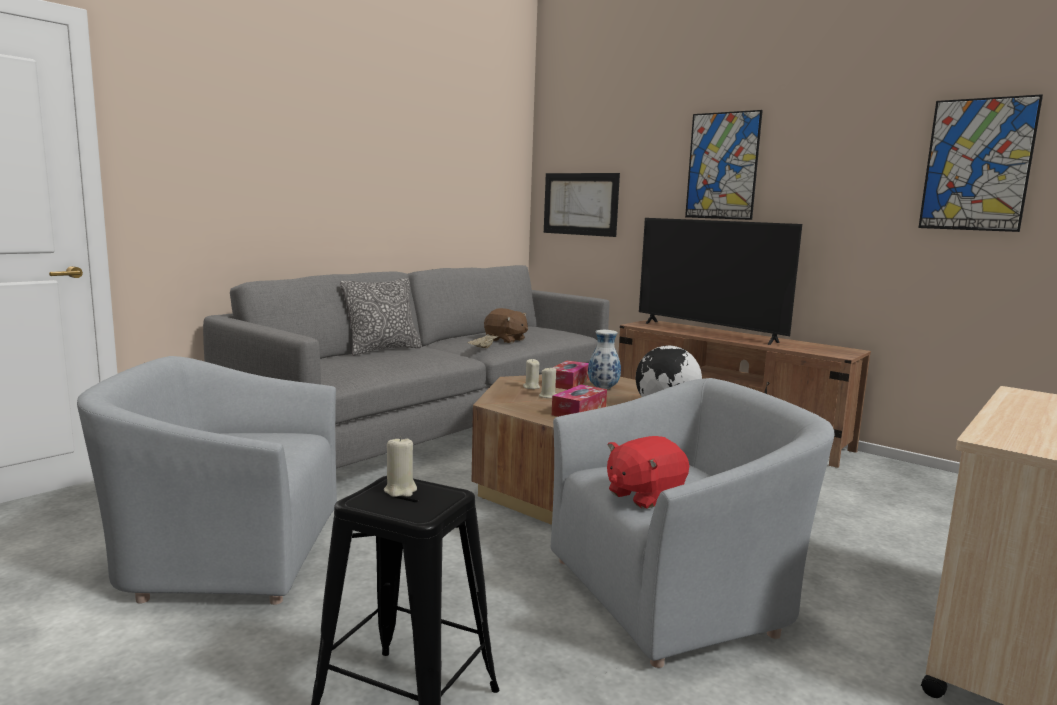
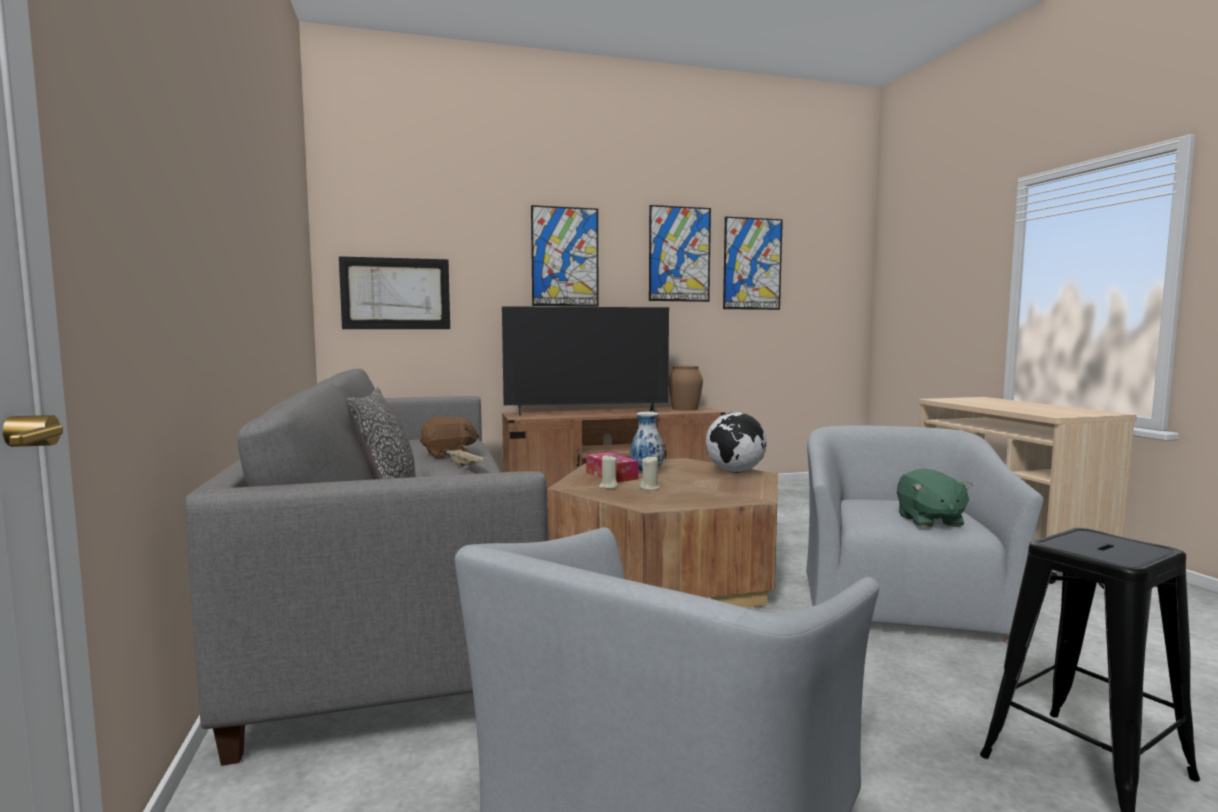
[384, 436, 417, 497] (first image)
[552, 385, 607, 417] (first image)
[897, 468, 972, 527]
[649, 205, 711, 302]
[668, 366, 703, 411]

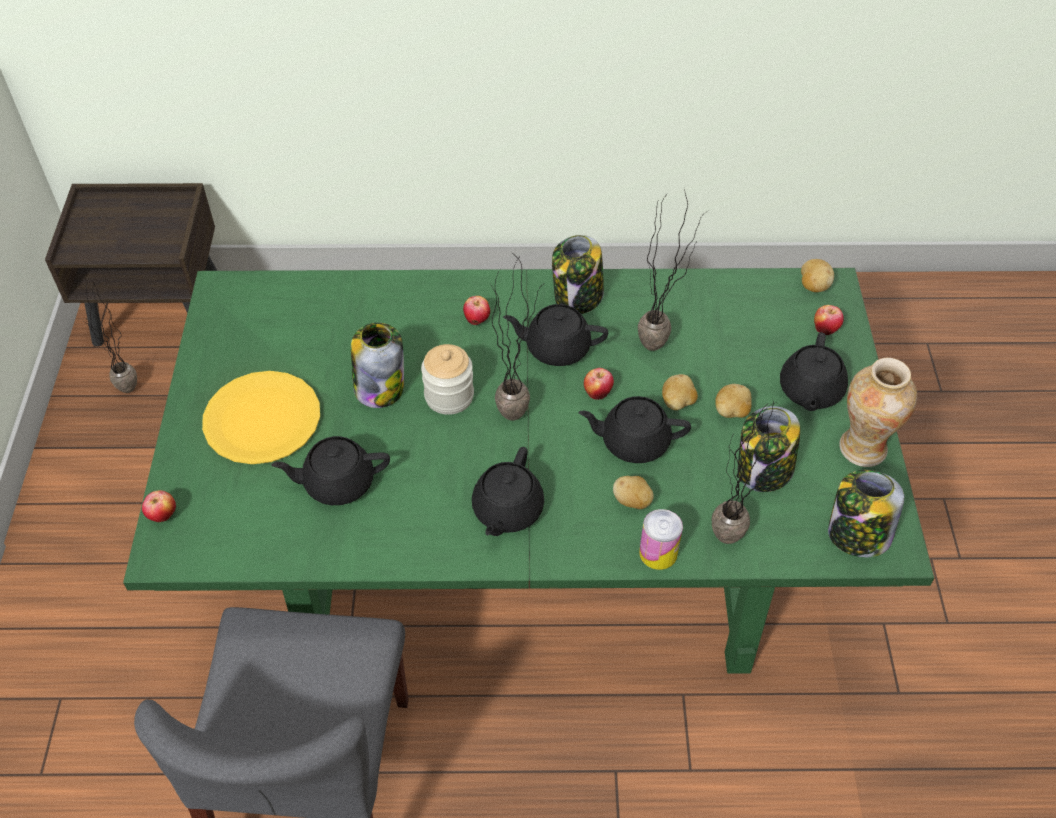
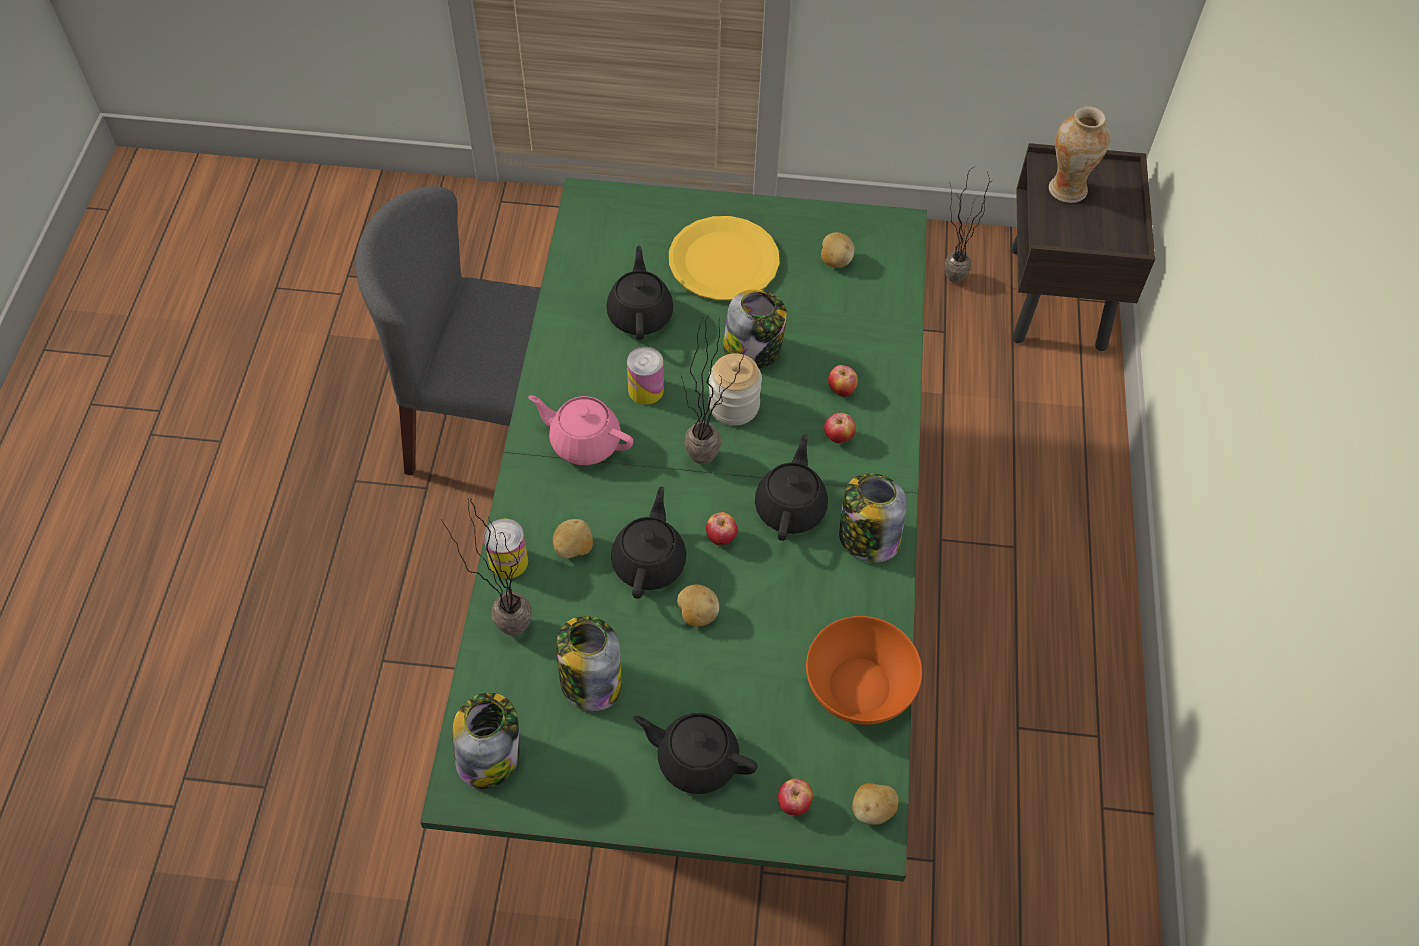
[828, 365, 858, 397]
[528, 395, 634, 465]
[638, 189, 708, 351] (first image)
[821, 232, 855, 268]
[1049, 106, 1110, 203]
[627, 347, 664, 405]
[806, 616, 922, 725]

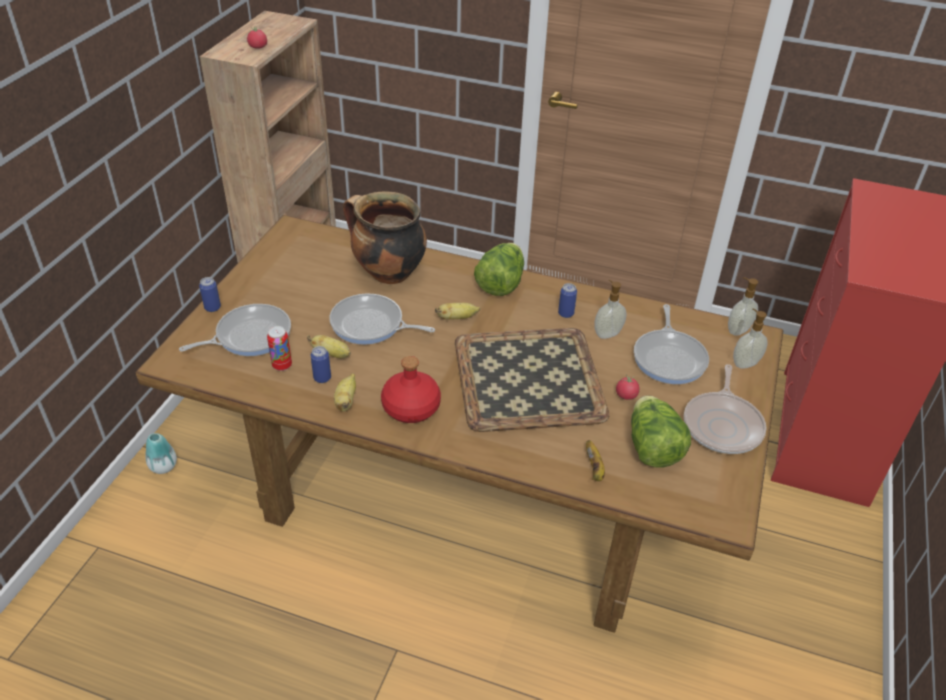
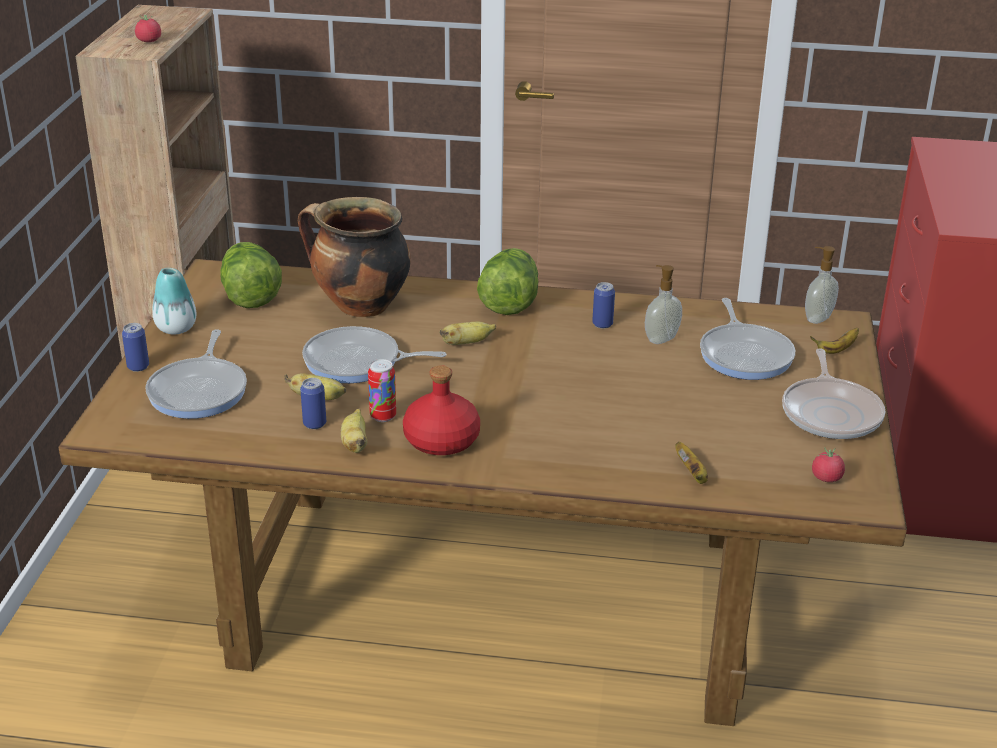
[152, 268, 196, 334]
[145, 329, 247, 419]
[368, 359, 396, 422]
[455, 328, 609, 432] (first image)
[812, 447, 845, 482]
[220, 242, 282, 308]
[810, 328, 859, 354]

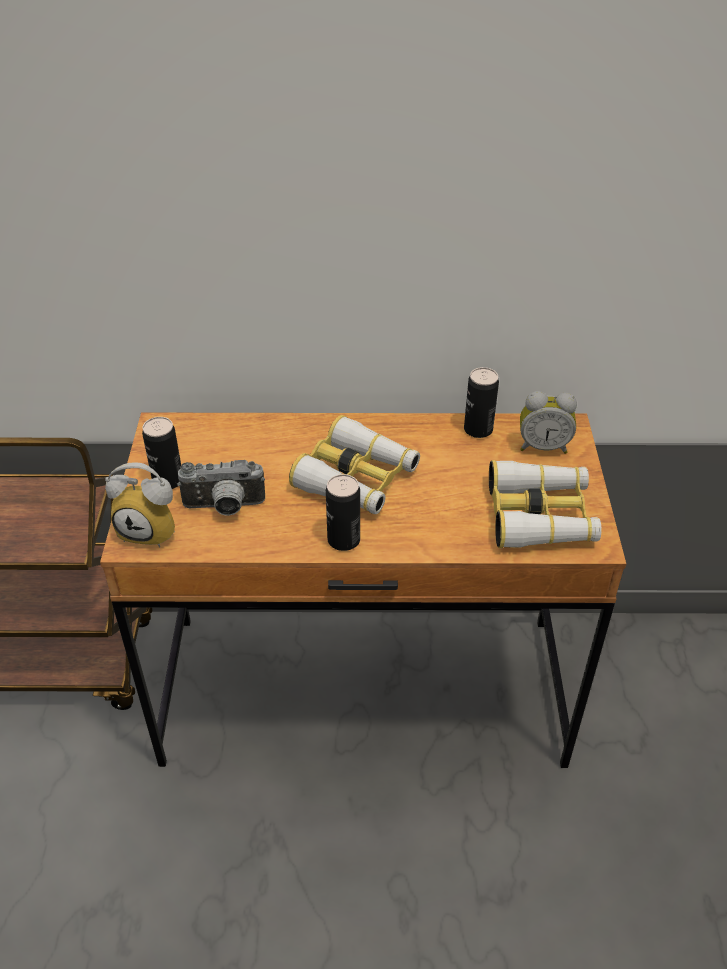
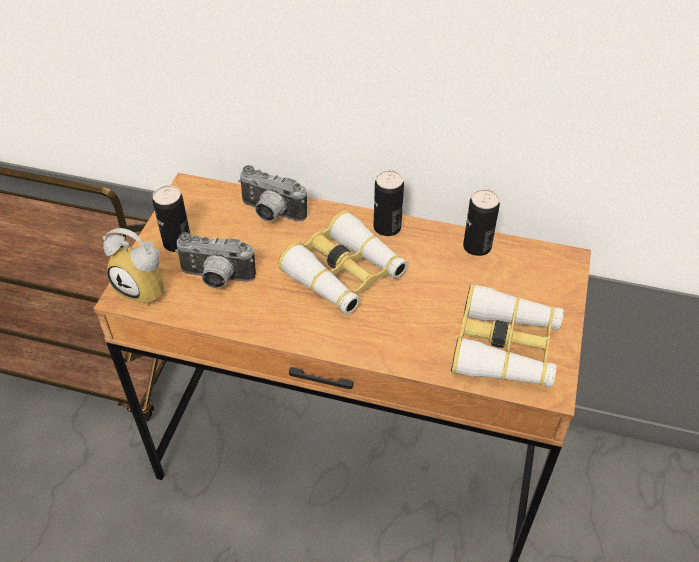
[373, 170, 404, 236]
[520, 391, 577, 454] (first image)
[238, 165, 307, 222]

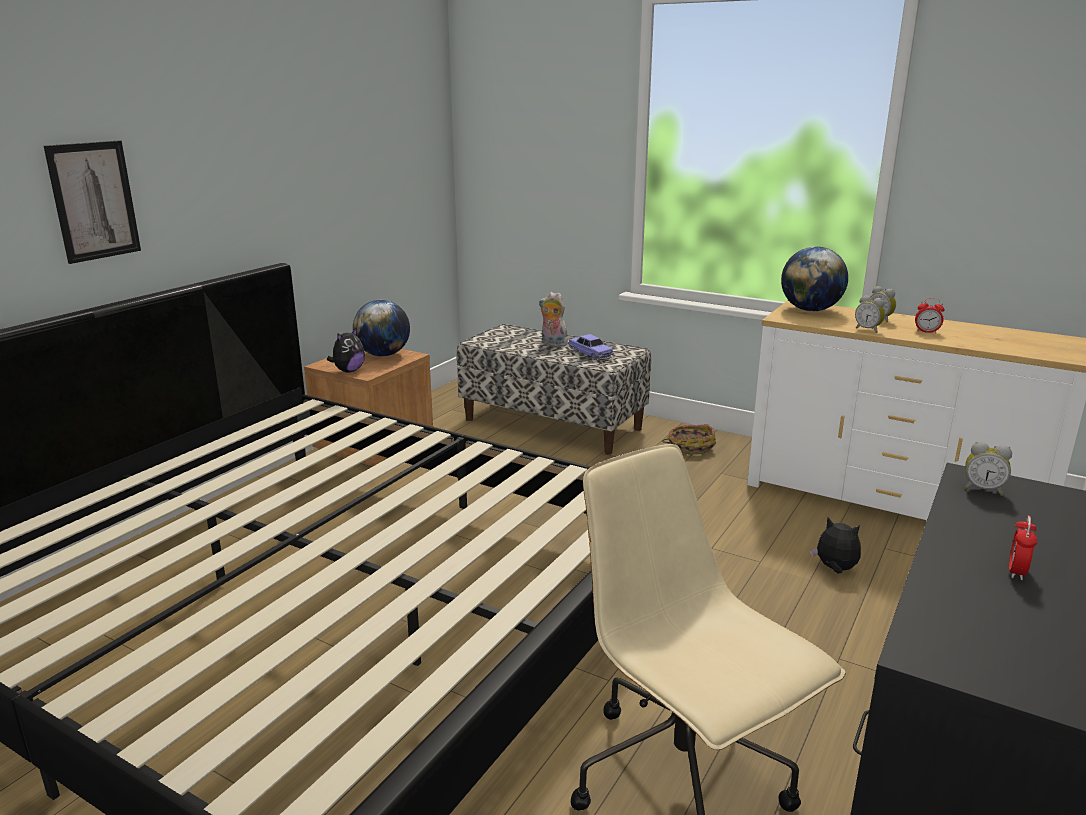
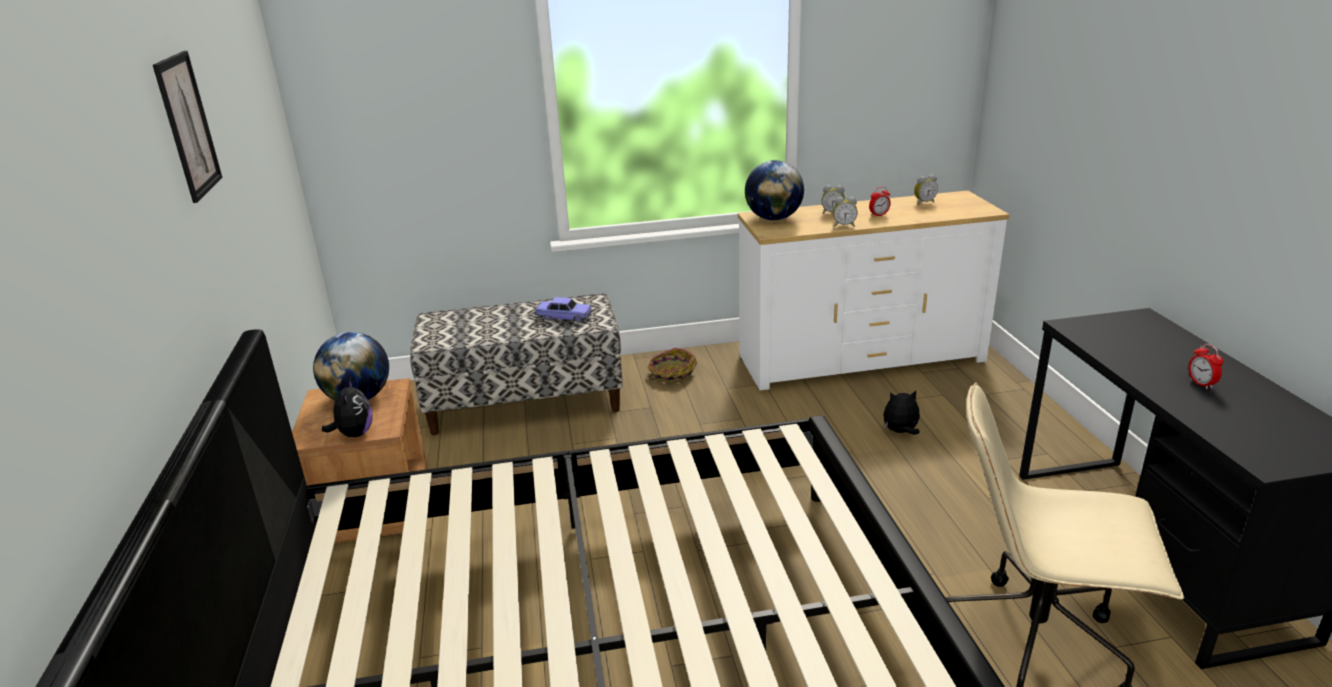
[153, 51, 223, 203]
[539, 292, 568, 347] (first image)
[914, 175, 938, 205]

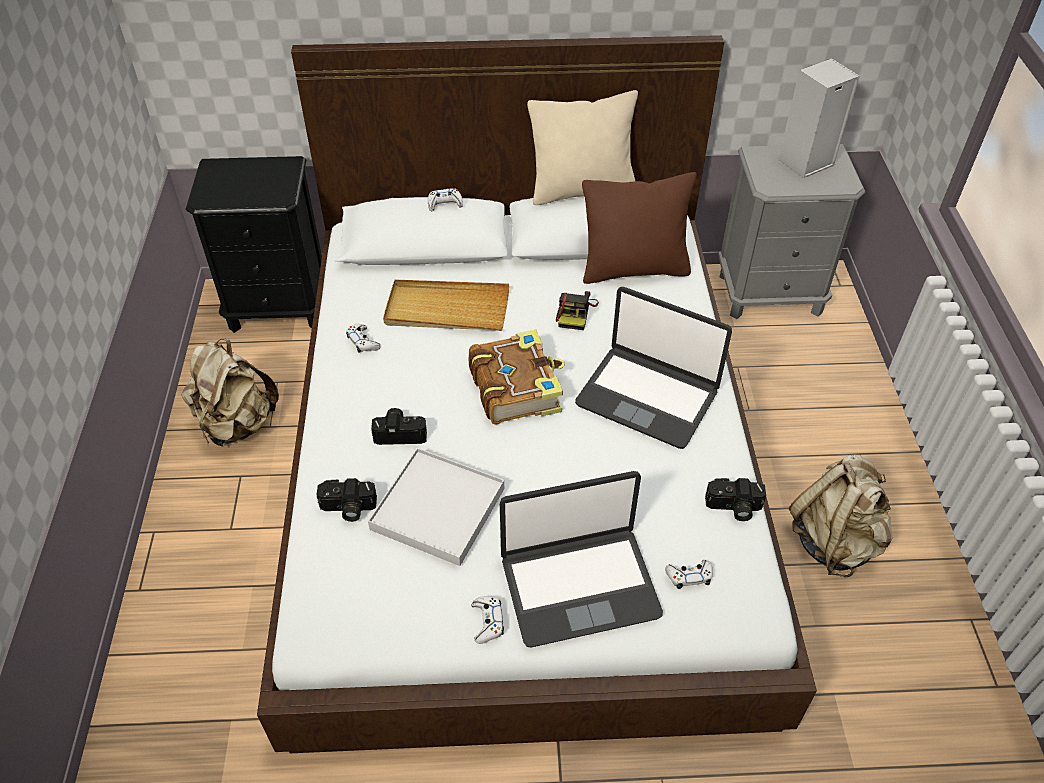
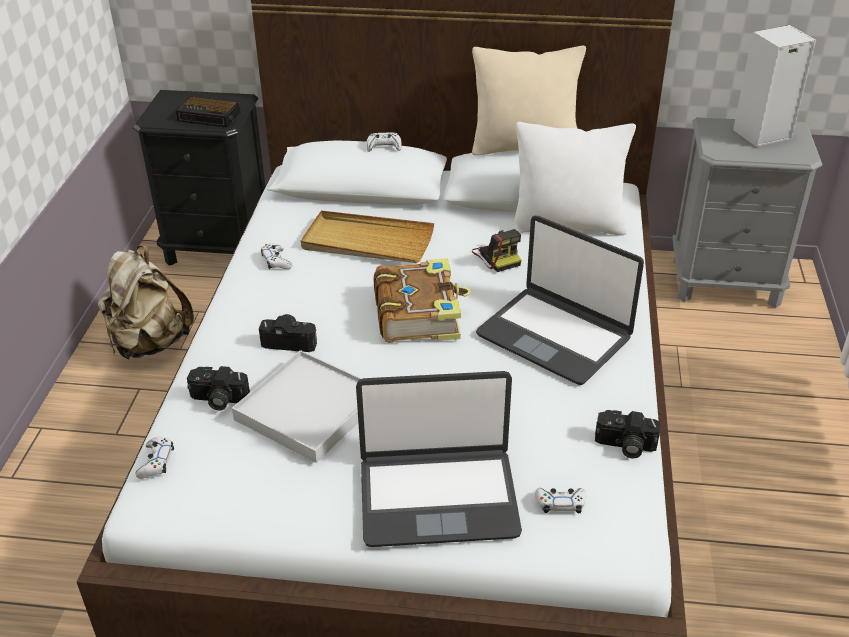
[135, 437, 174, 479]
[472, 229, 521, 272]
[512, 122, 636, 235]
[789, 455, 893, 578] (first image)
[176, 96, 240, 127]

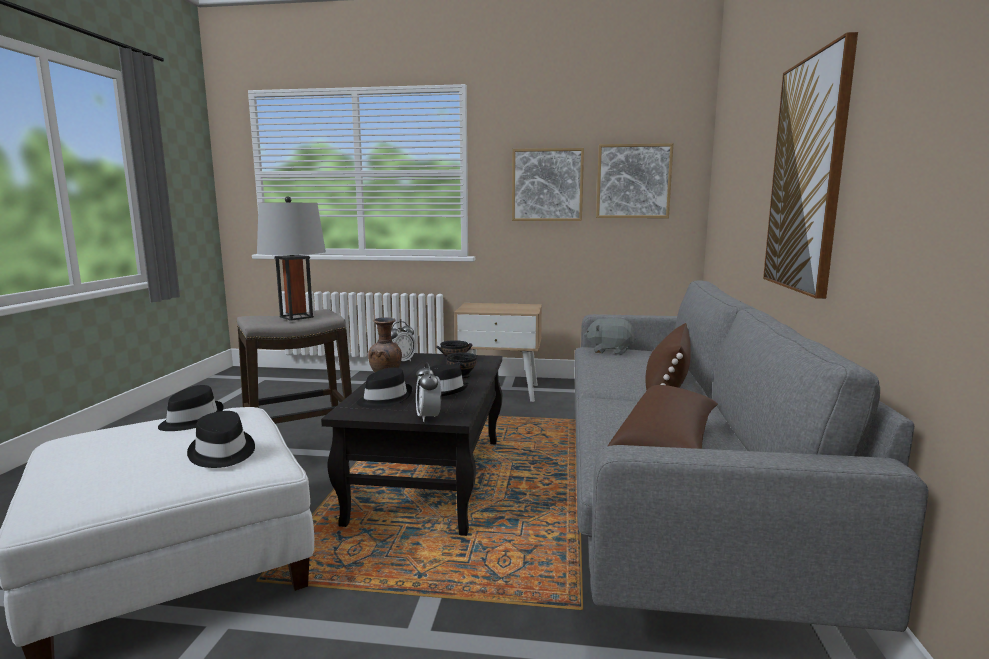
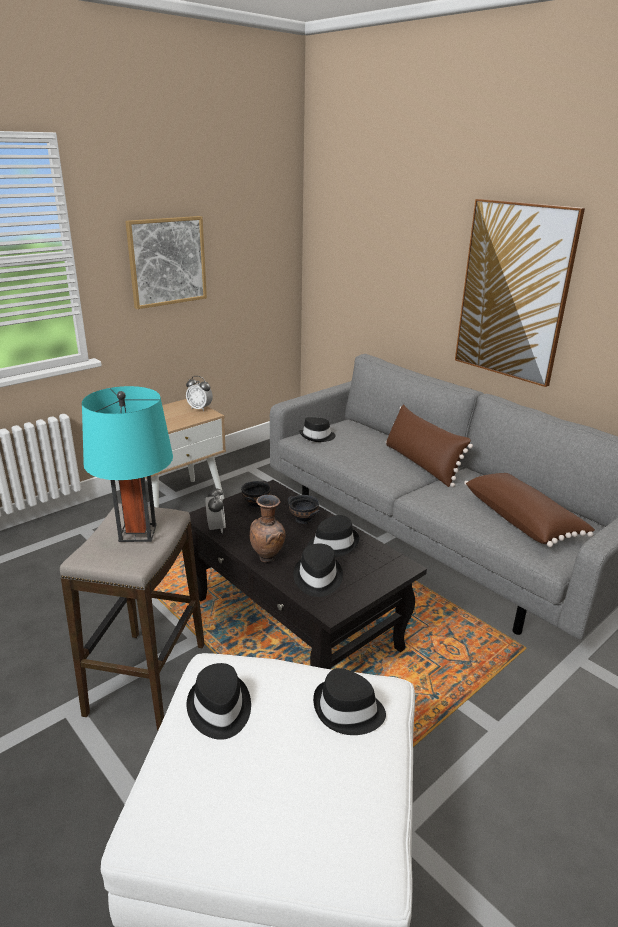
[82, 386, 173, 542]
[186, 376, 213, 411]
[299, 417, 335, 442]
[596, 143, 673, 218] (first image)

